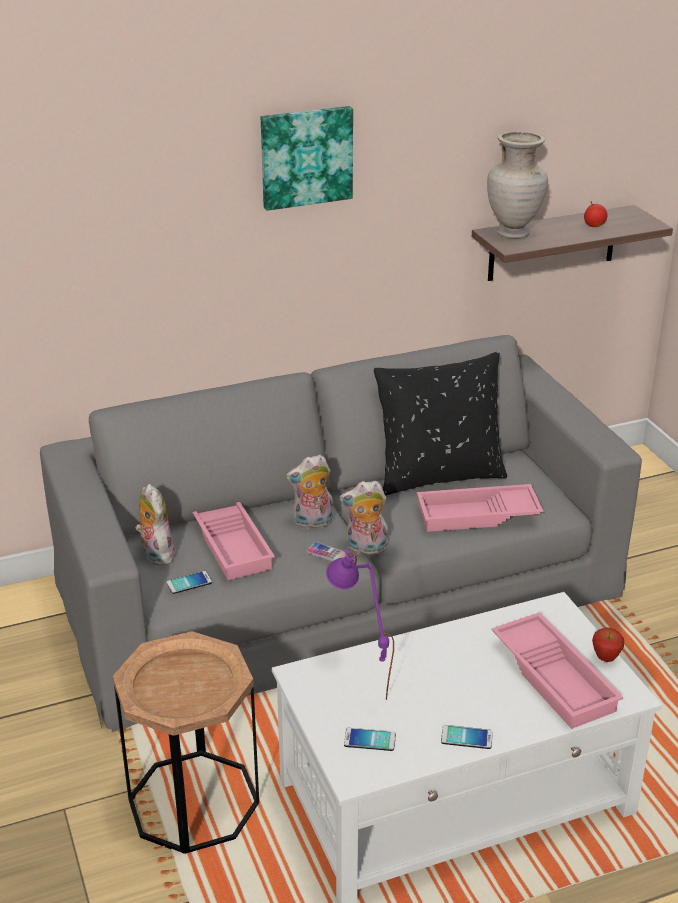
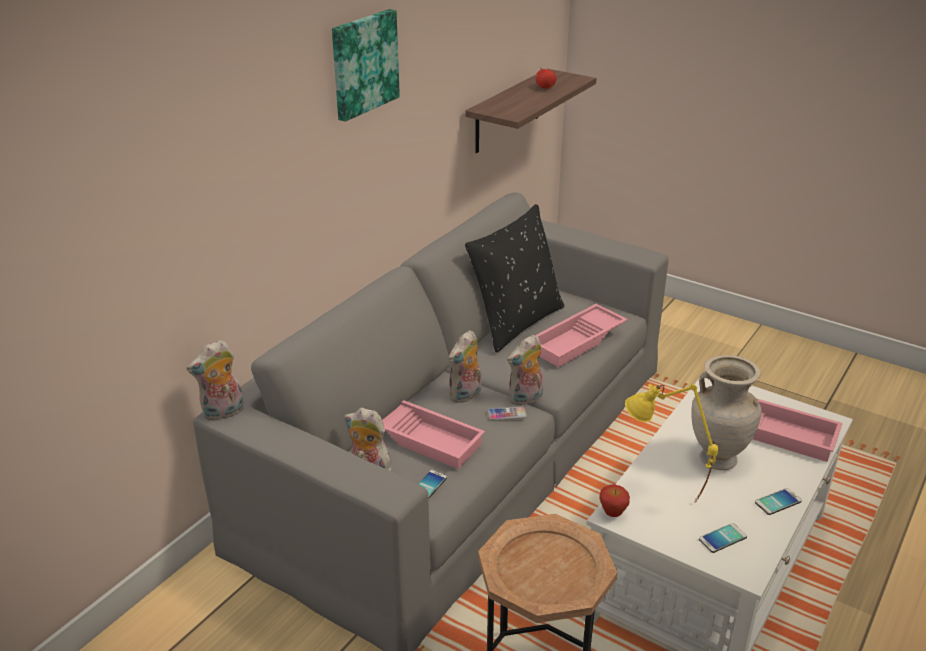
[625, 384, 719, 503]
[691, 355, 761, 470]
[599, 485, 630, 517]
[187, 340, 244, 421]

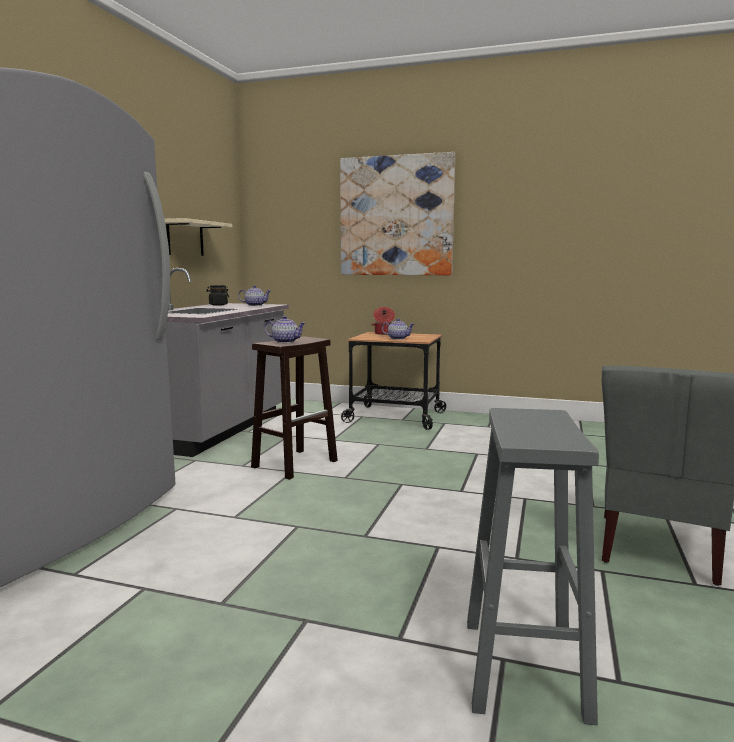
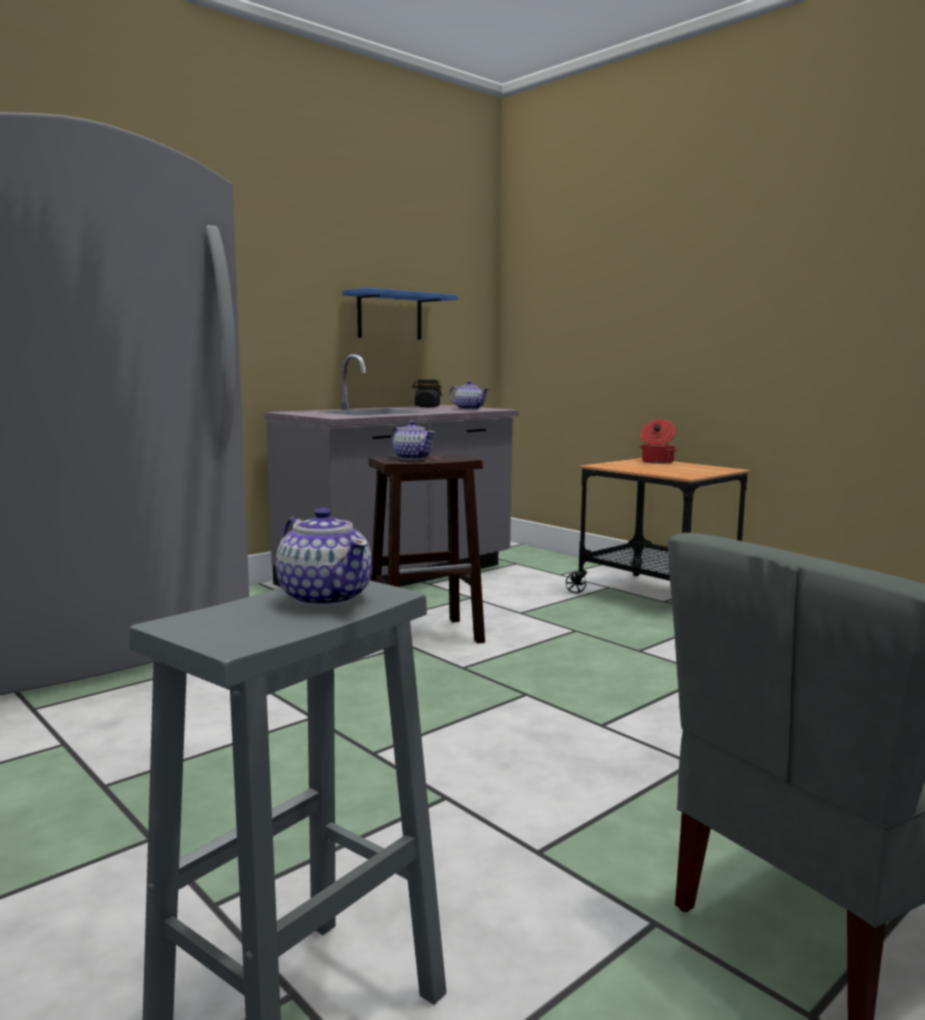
[343, 288, 458, 340]
[340, 152, 455, 275] (first image)
[276, 507, 372, 607]

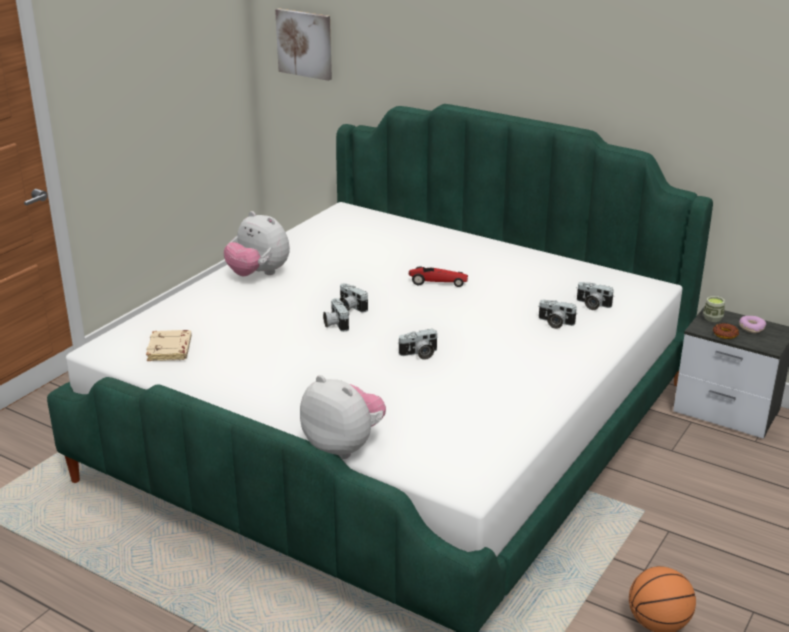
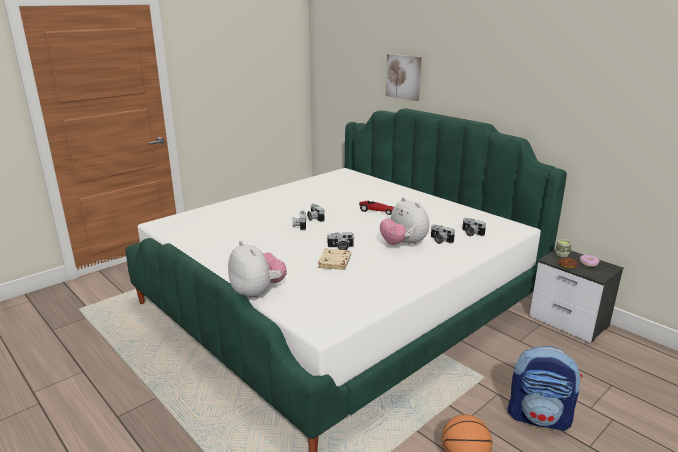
[318, 248, 351, 270]
[380, 197, 429, 246]
[386, 54, 422, 101]
[507, 346, 582, 431]

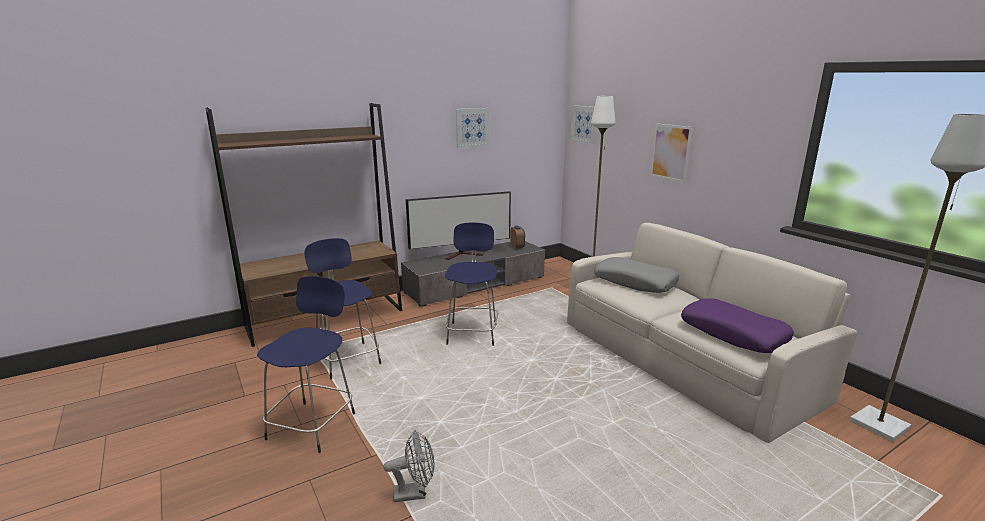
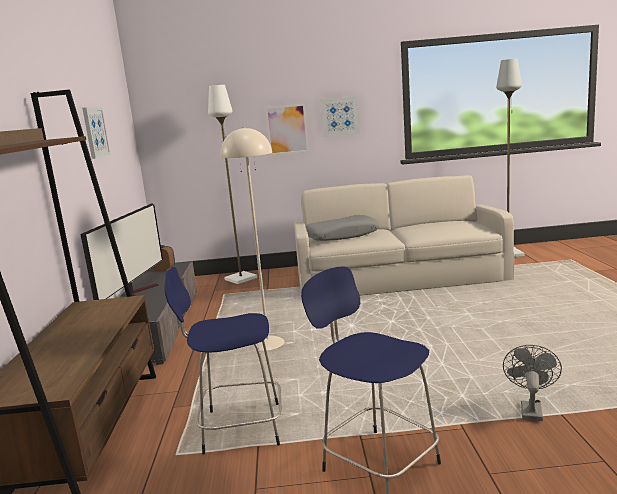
[220, 127, 284, 350]
[320, 96, 360, 137]
[681, 298, 794, 353] (first image)

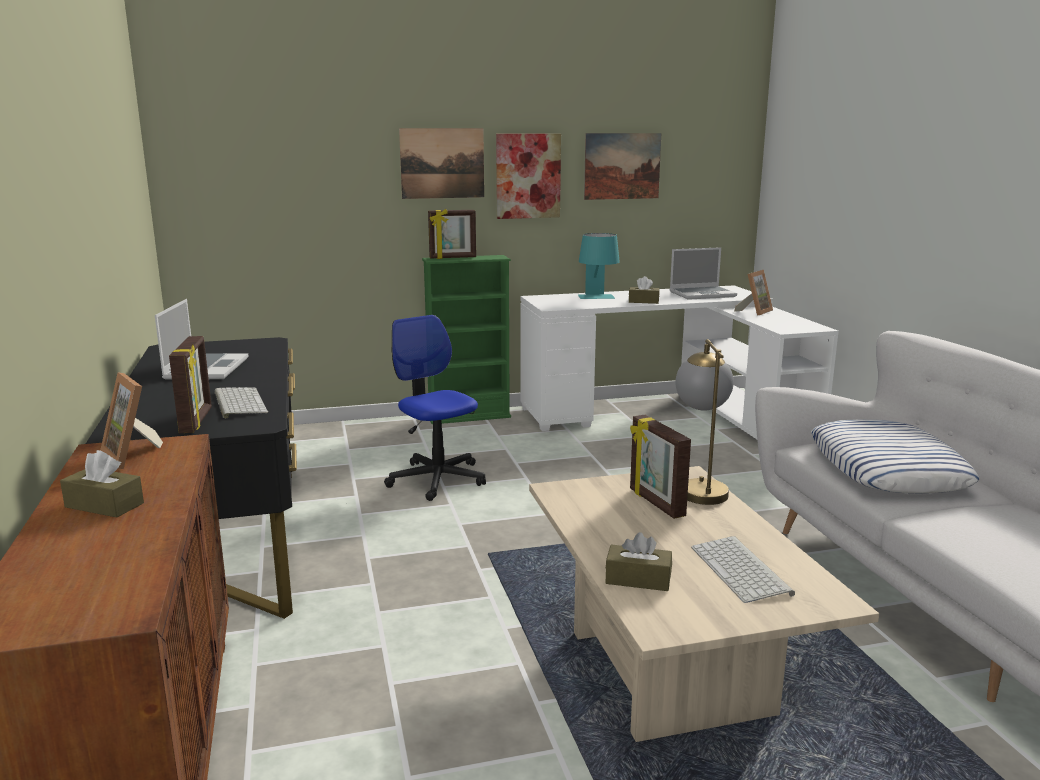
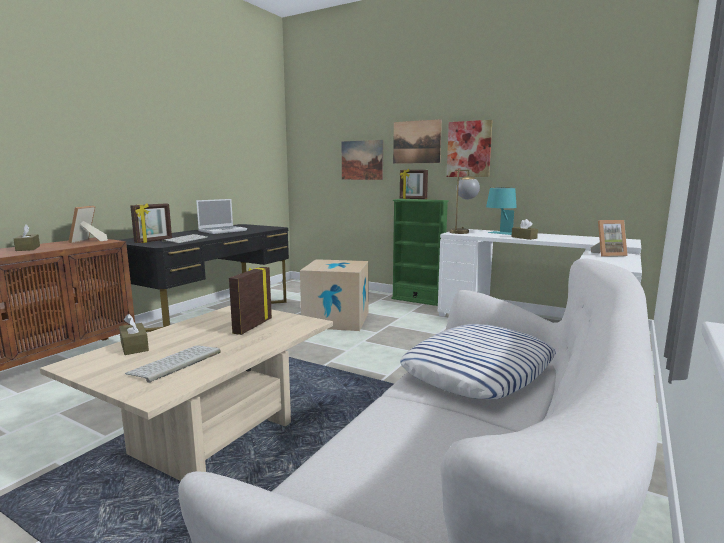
[300, 259, 369, 331]
[342, 140, 383, 180]
[670, 247, 737, 300] (first image)
[450, 169, 480, 234]

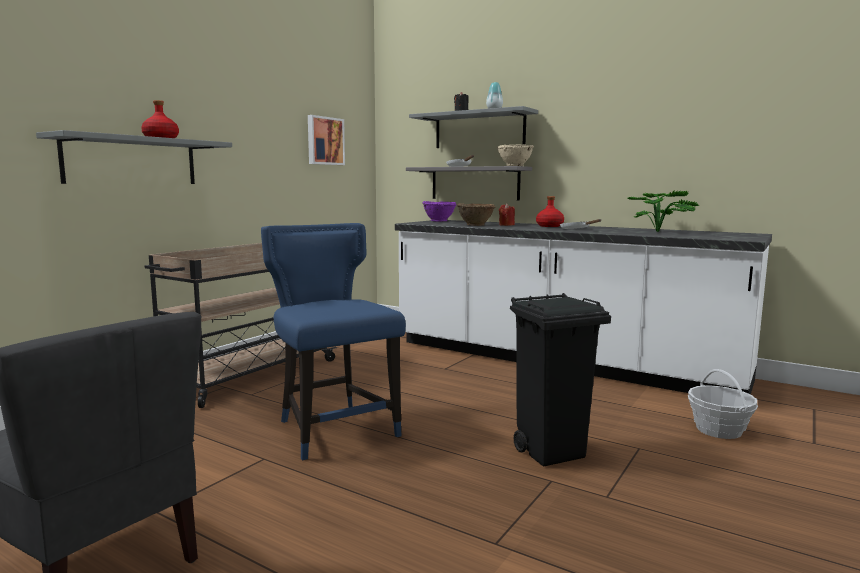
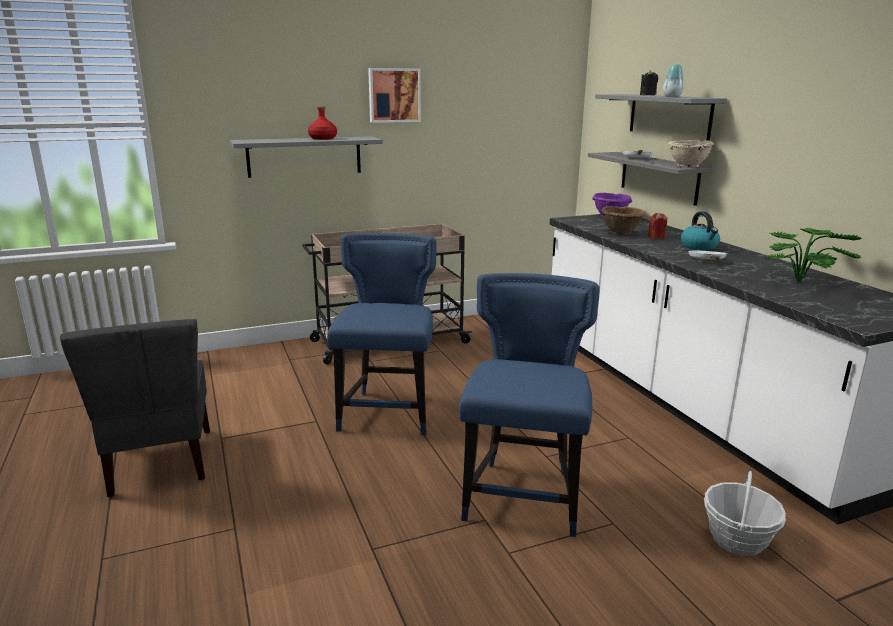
[368, 68, 421, 123]
[459, 273, 600, 537]
[681, 211, 720, 250]

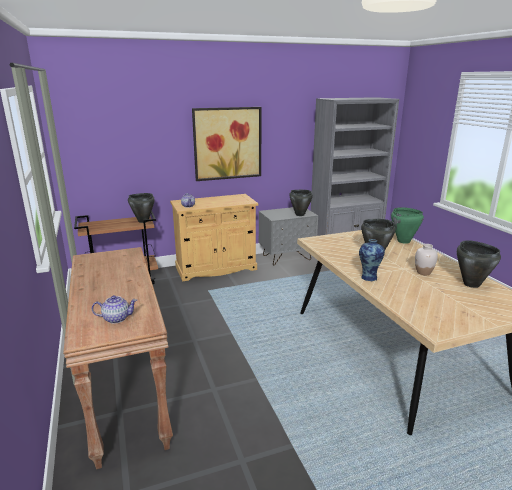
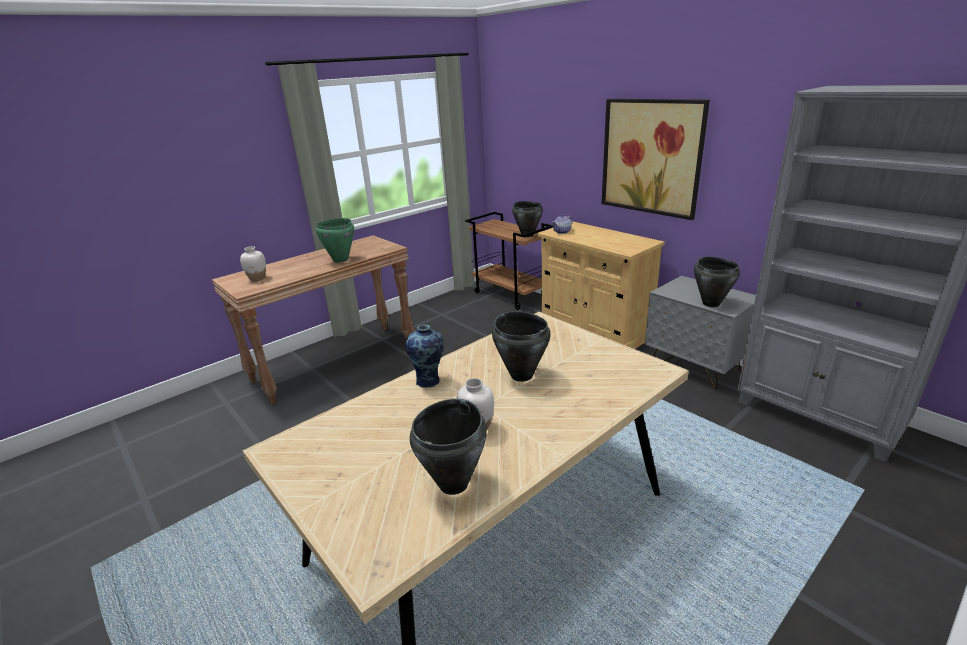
[240, 246, 266, 281]
[316, 218, 354, 263]

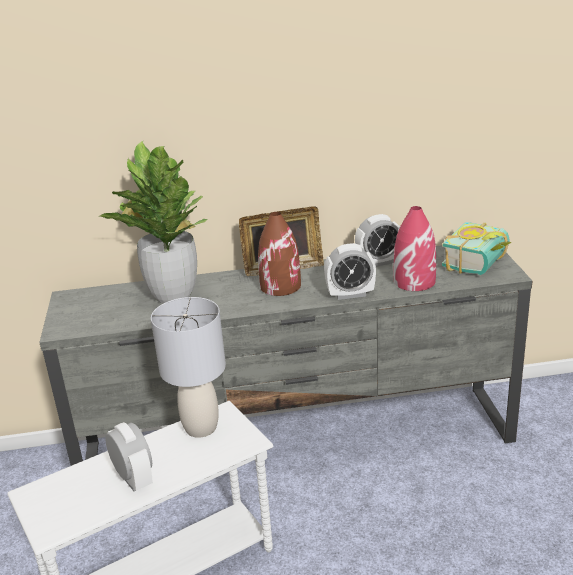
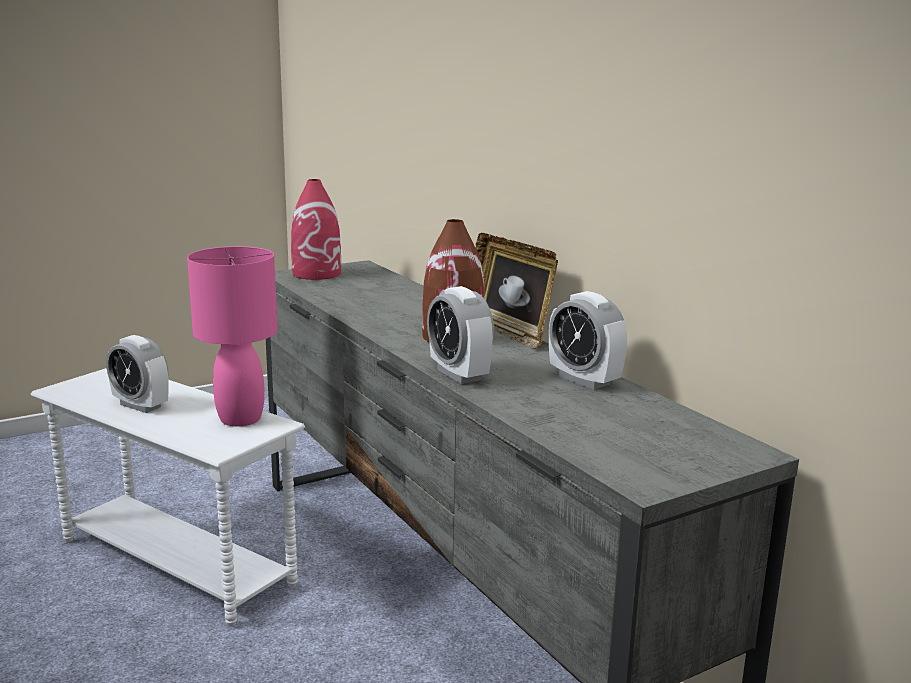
[98, 141, 207, 304] (first image)
[106, 335, 169, 413]
[187, 246, 278, 426]
[291, 179, 341, 280]
[442, 222, 512, 275] (first image)

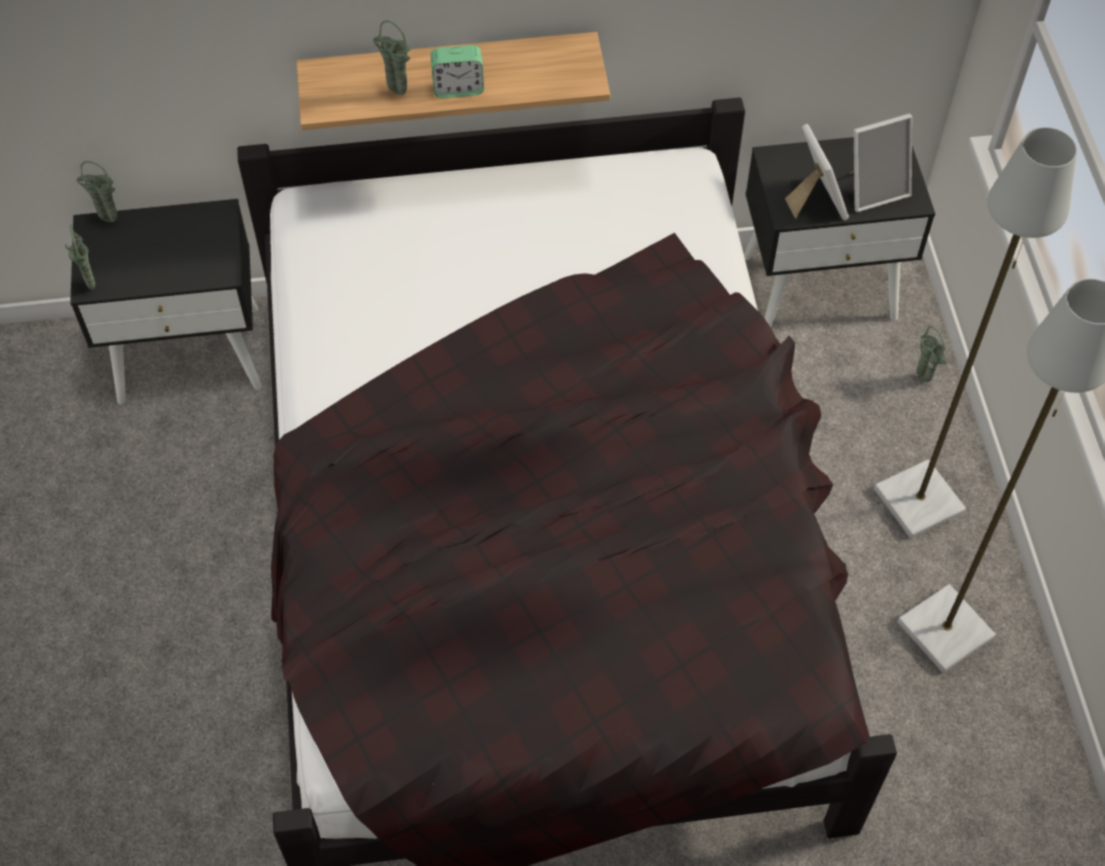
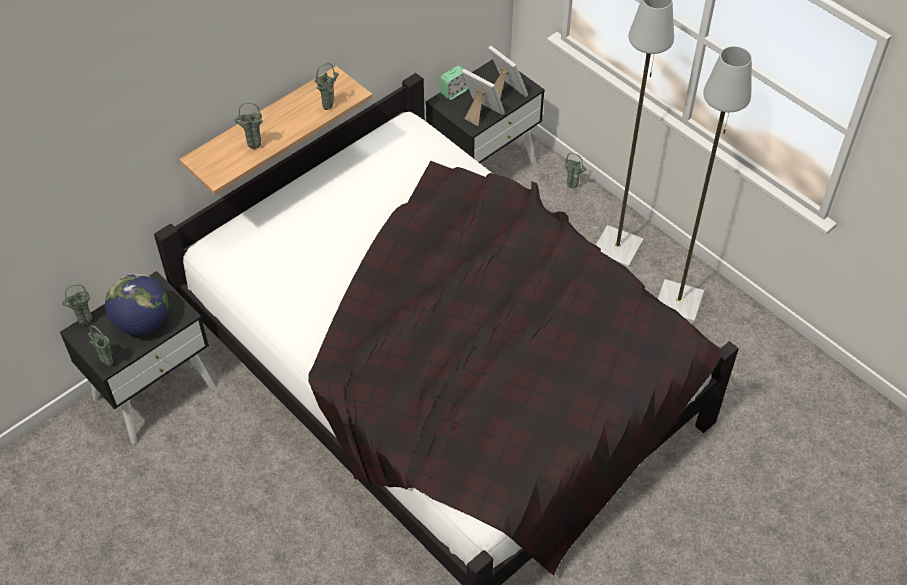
[440, 65, 468, 100]
[488, 45, 528, 98]
[105, 274, 168, 335]
[315, 63, 339, 110]

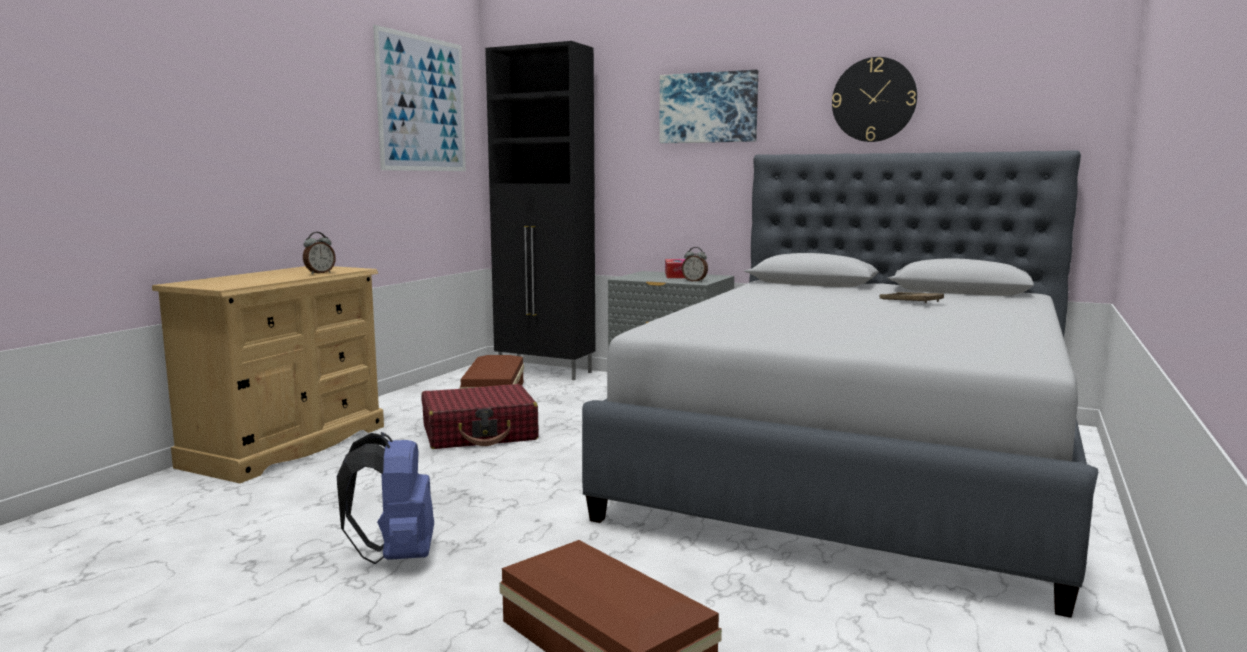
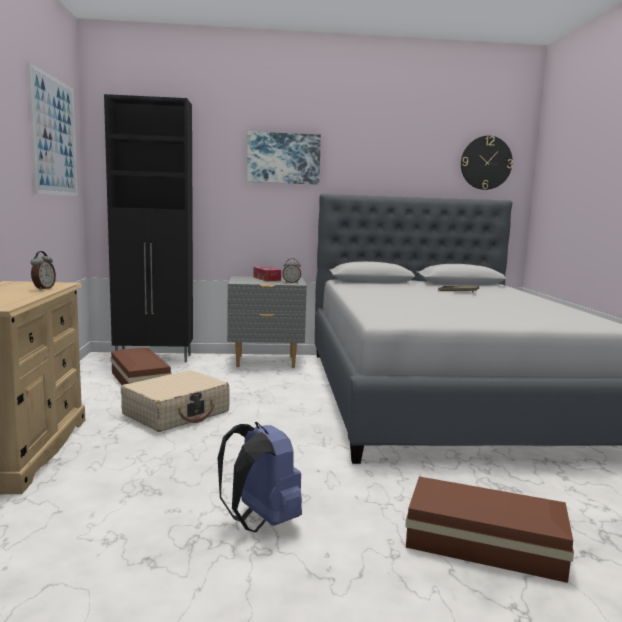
[121, 370, 230, 432]
[461, 136, 513, 190]

